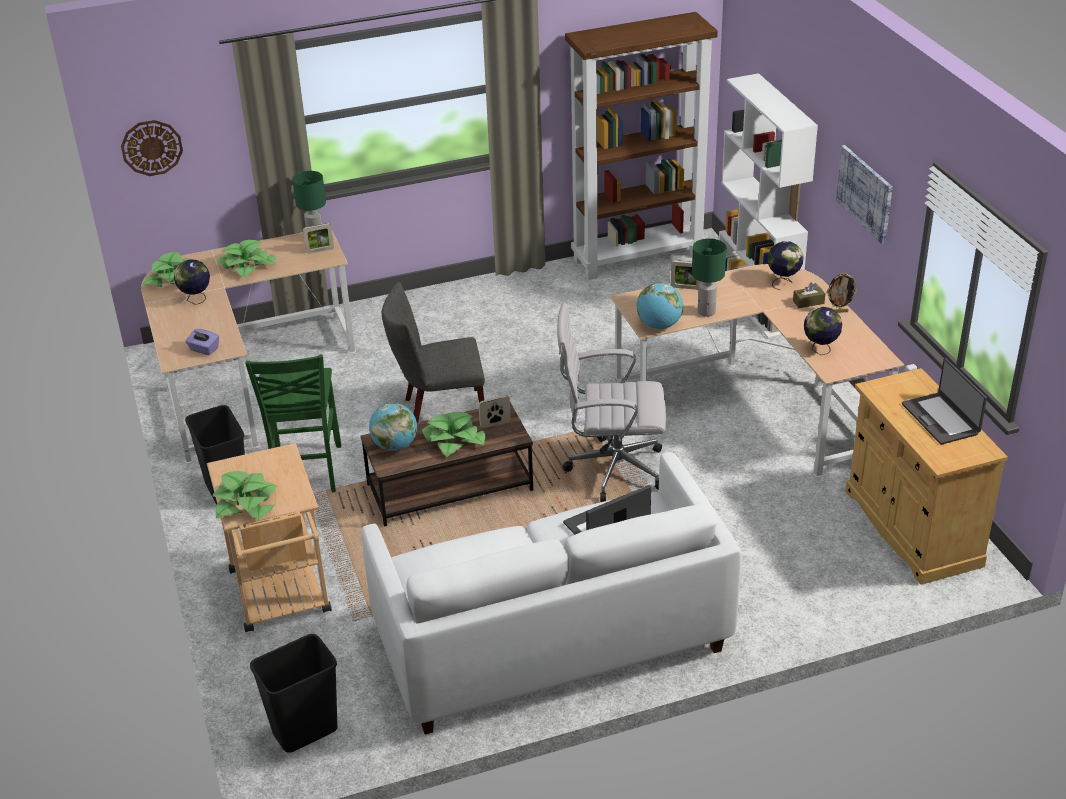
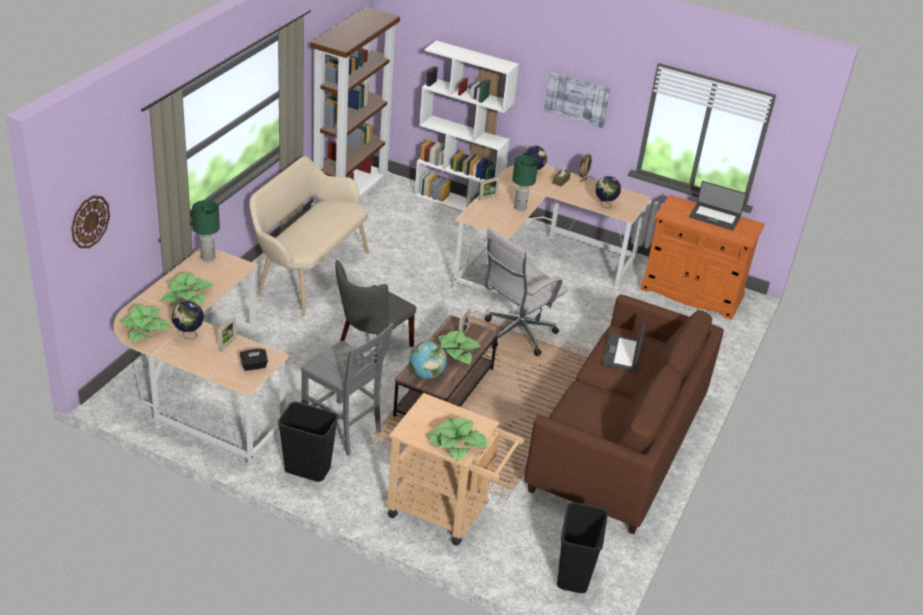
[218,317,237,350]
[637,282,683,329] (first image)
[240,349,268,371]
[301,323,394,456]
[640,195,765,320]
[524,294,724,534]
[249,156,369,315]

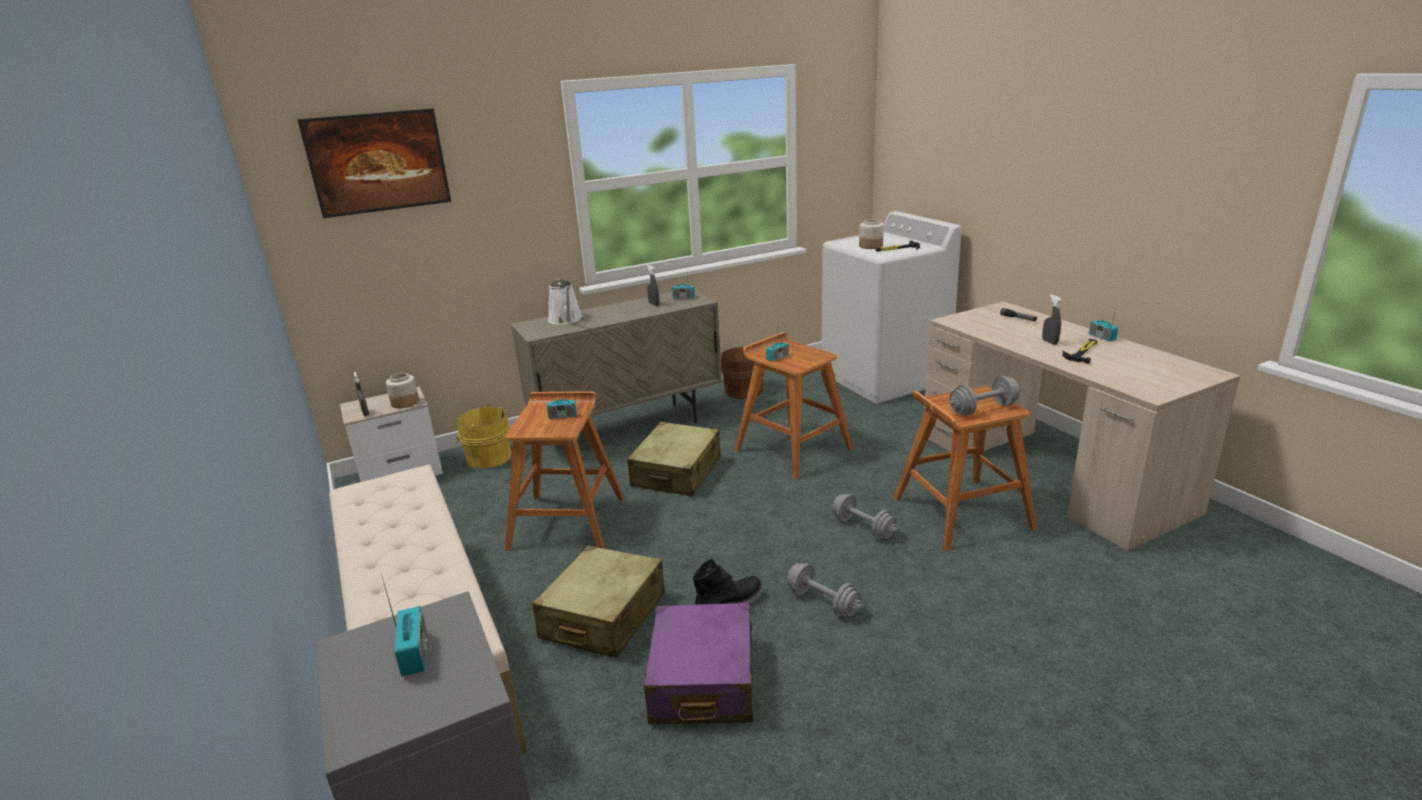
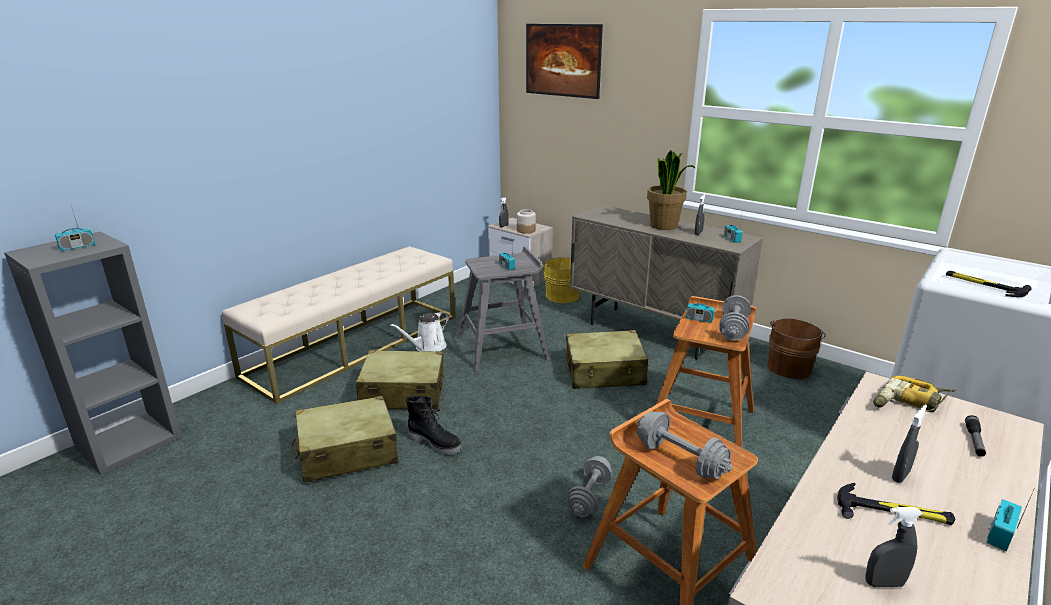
[859,219,884,249] (first image)
[390,312,449,352]
[458,246,549,372]
[719,295,751,340]
[291,396,398,483]
[647,151,695,230]
[873,376,956,412]
[865,507,923,587]

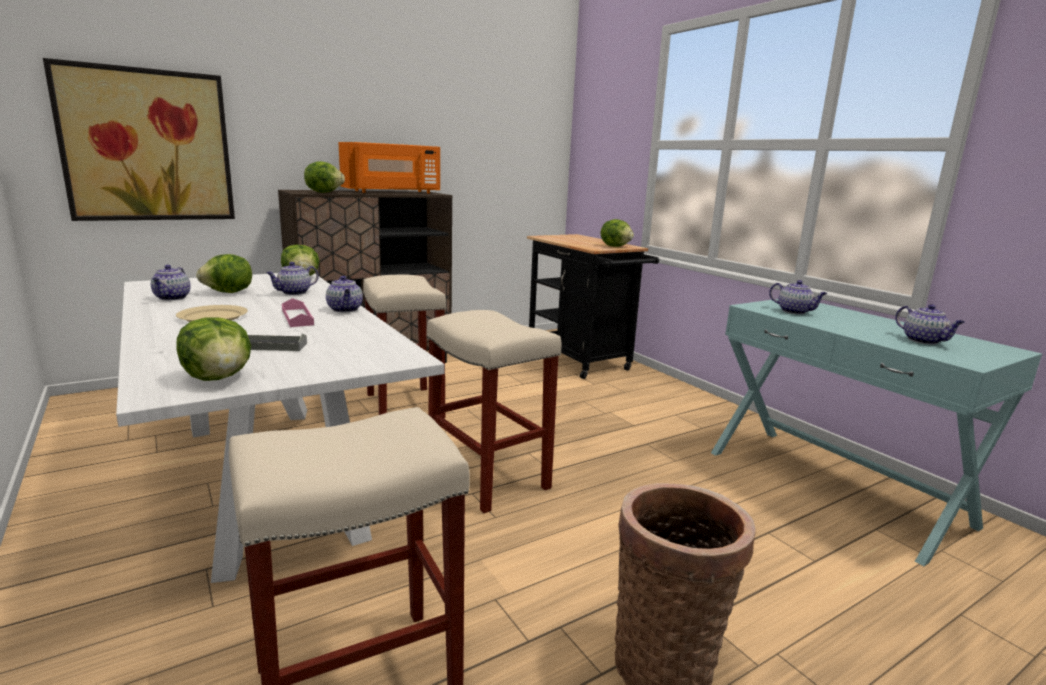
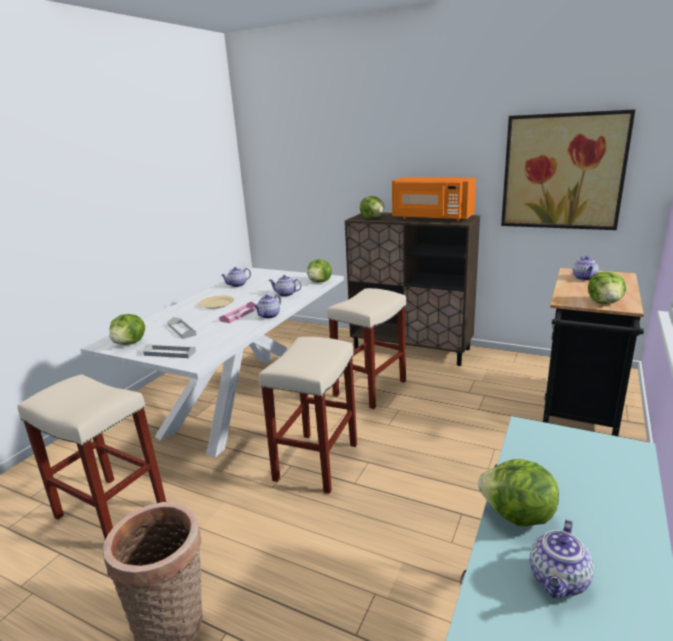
[501,109,635,230]
[478,459,559,526]
[573,256,599,280]
[143,344,196,358]

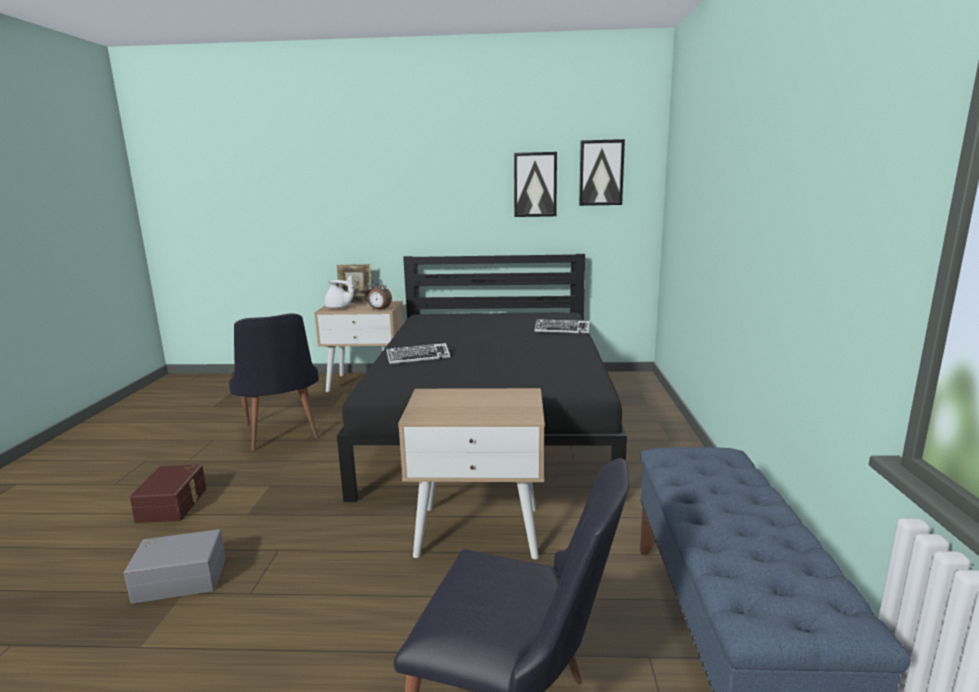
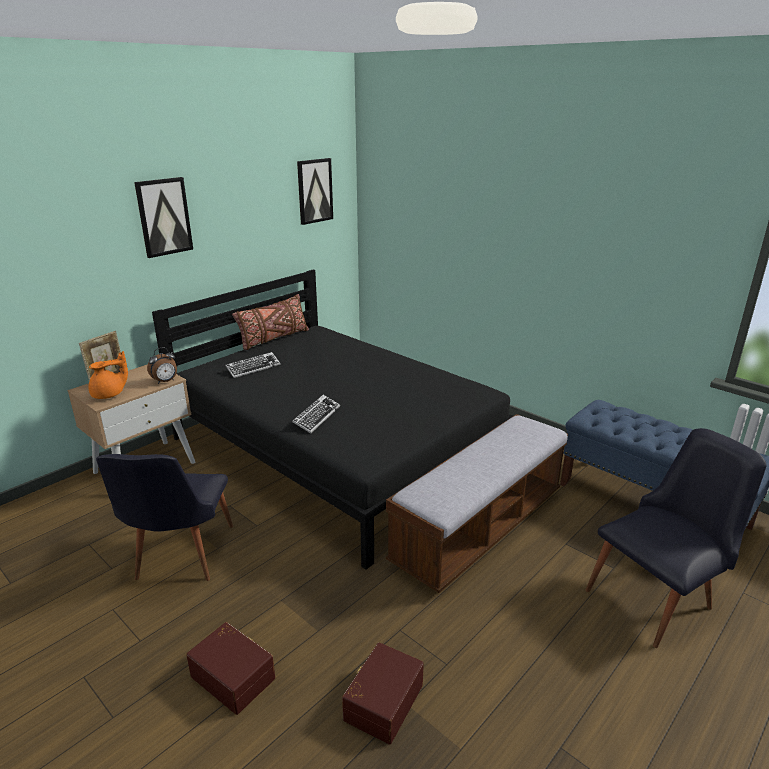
[134,177,193,258]
[89,351,128,399]
[96,454,233,581]
[225,352,281,378]
[386,414,568,593]
[342,642,424,745]
[232,294,309,350]

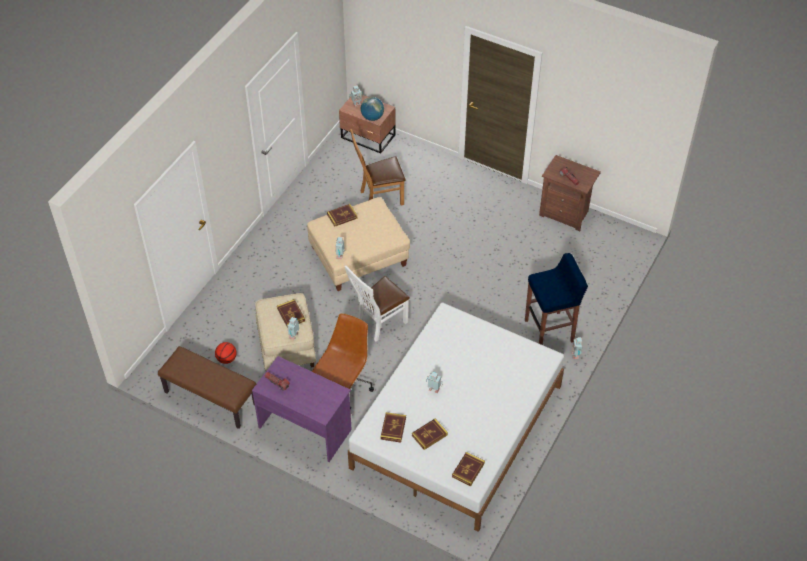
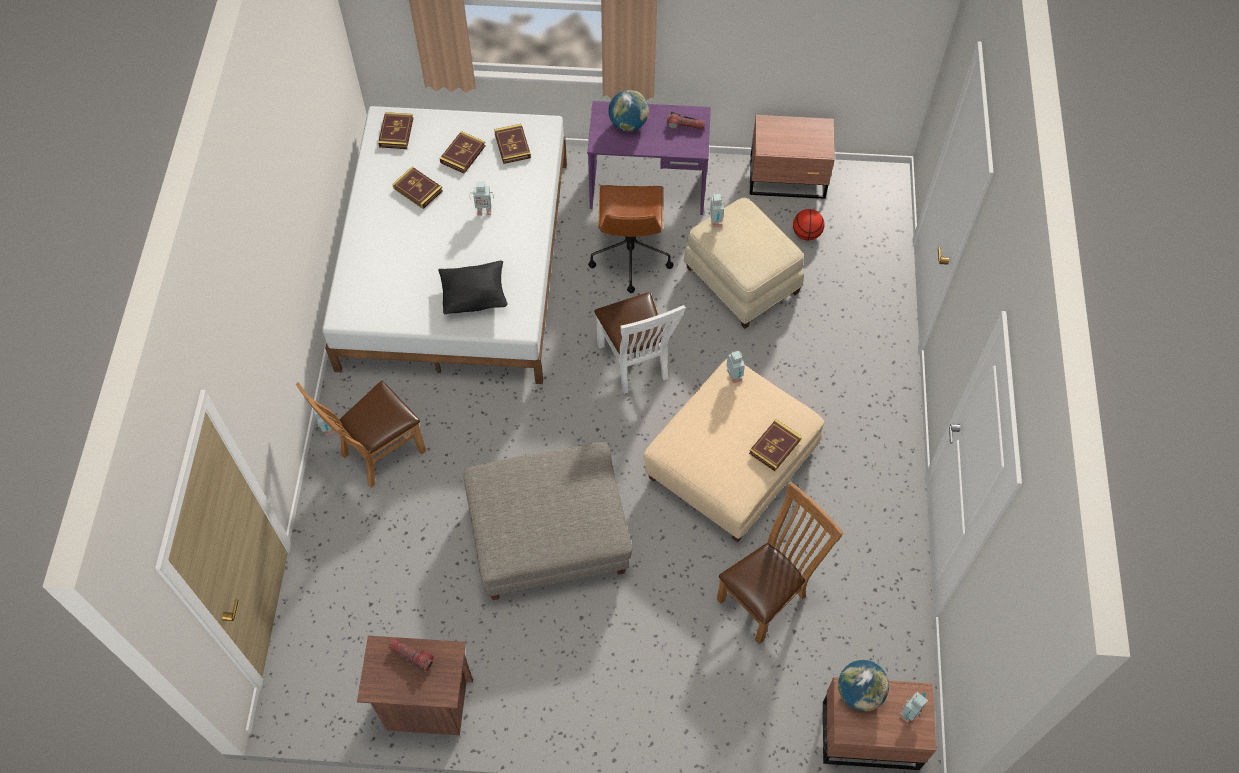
[296,381,426,488]
[594,292,685,394]
[392,167,443,209]
[750,115,835,199]
[608,90,649,131]
[438,260,508,314]
[464,442,632,600]

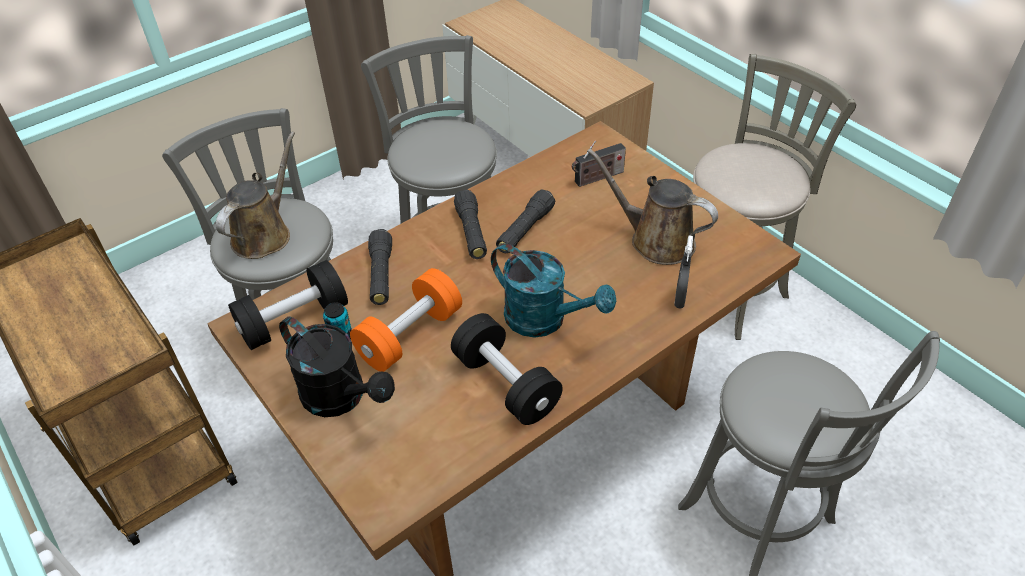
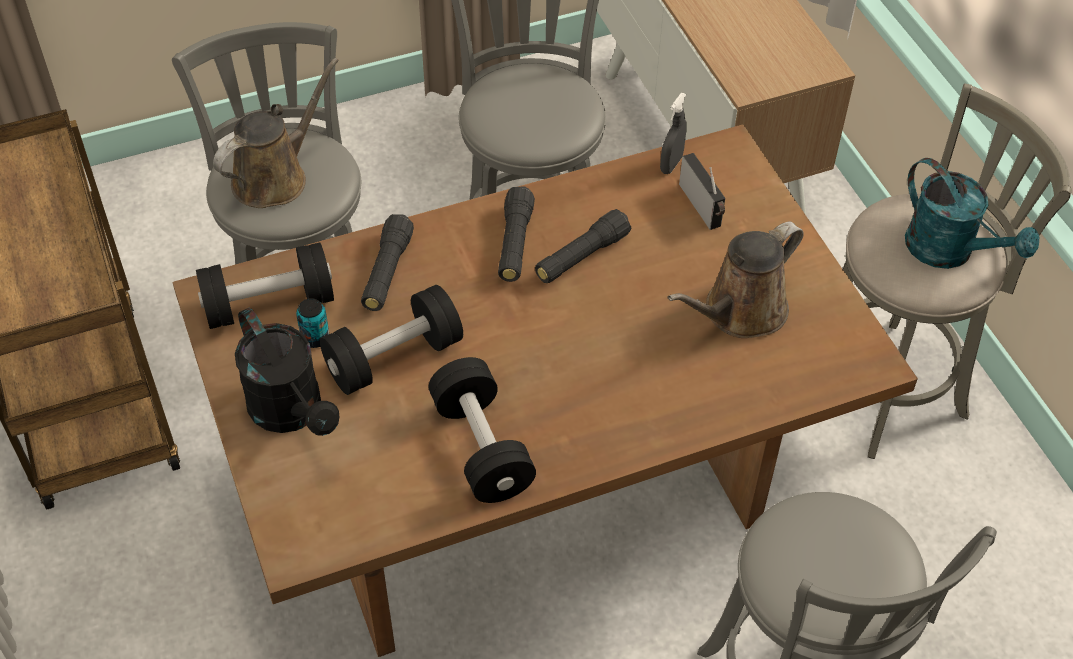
[679,153,725,230]
[668,221,804,338]
[660,93,686,174]
[905,158,1039,269]
[320,285,463,395]

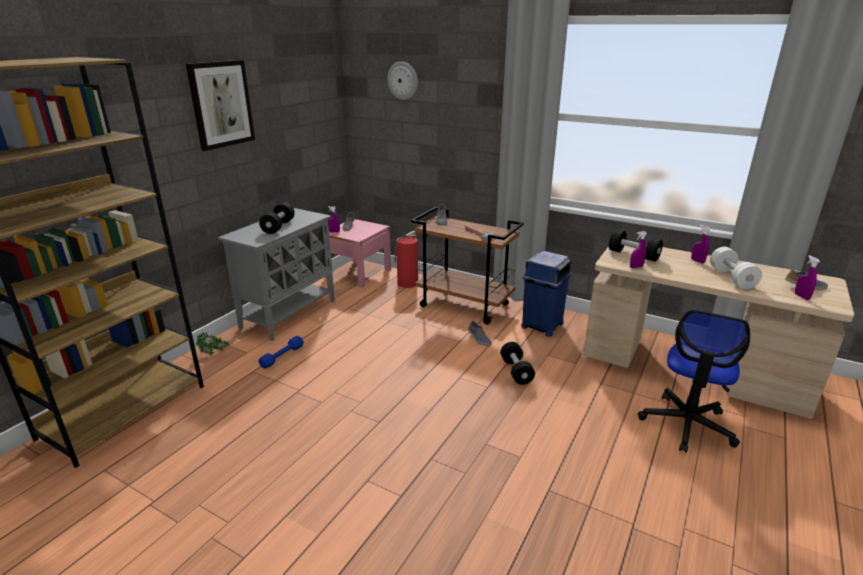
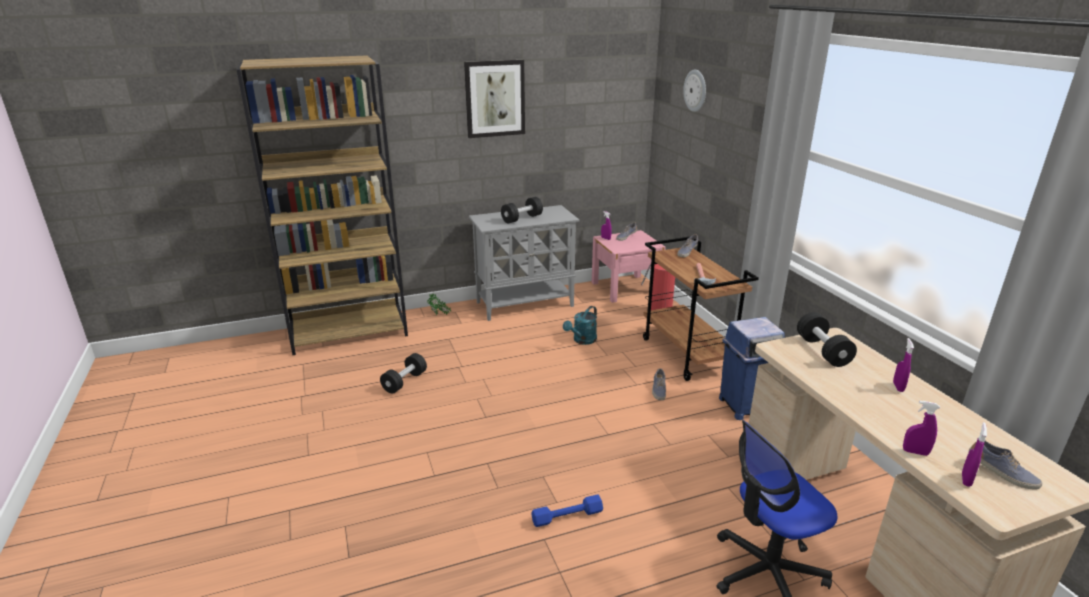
[903,401,940,456]
[710,247,762,289] (first image)
[531,494,603,527]
[380,353,427,394]
[563,306,597,345]

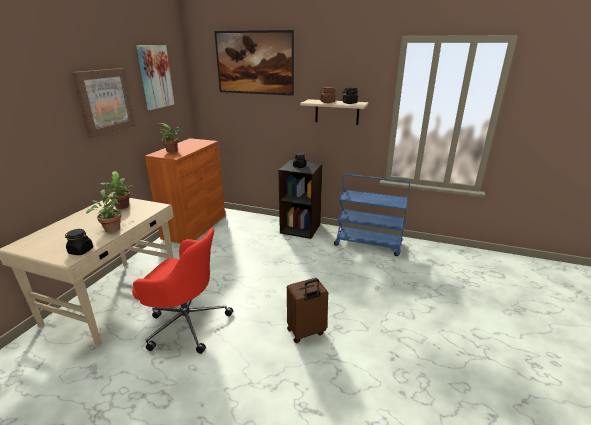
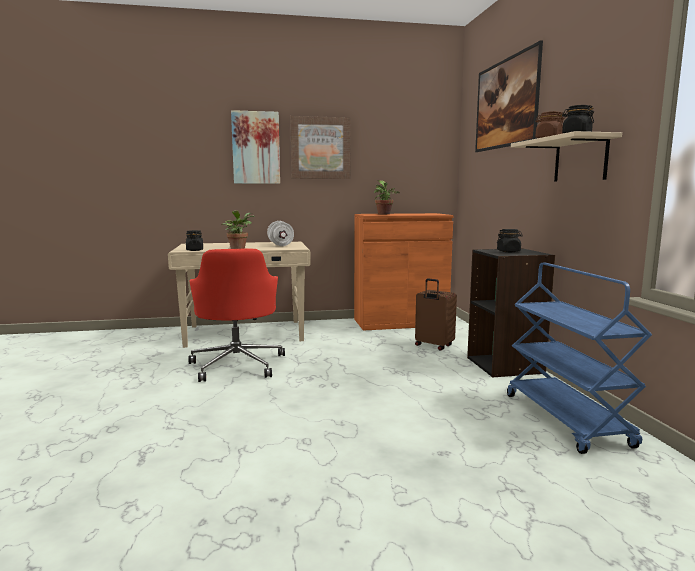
[231,110,280,184]
[267,221,294,246]
[415,278,457,350]

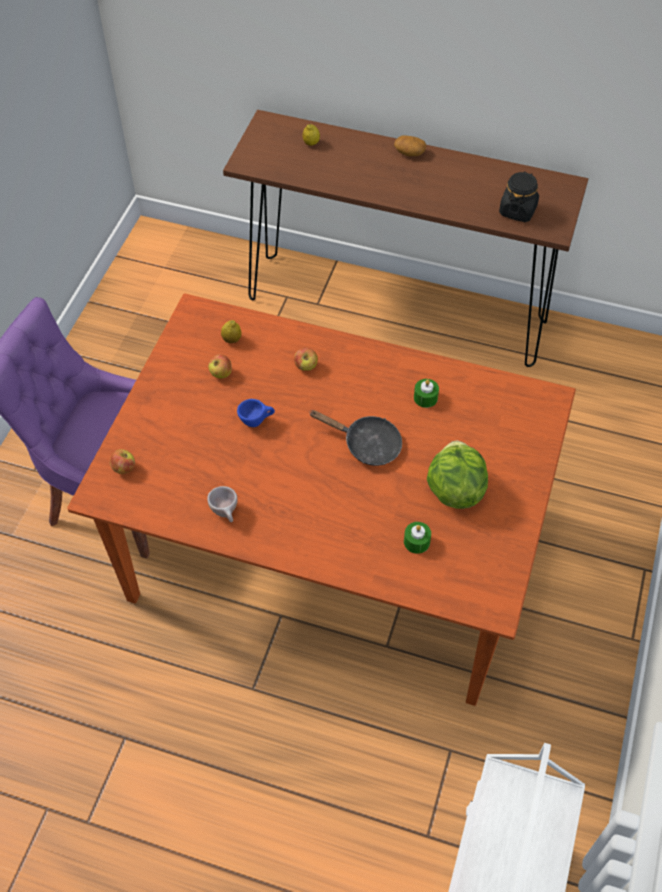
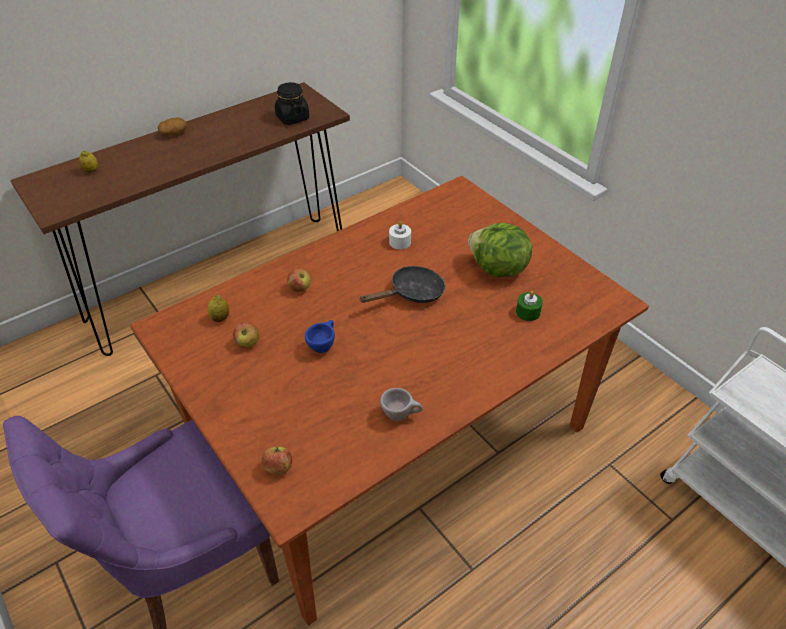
[389,221,411,249]

